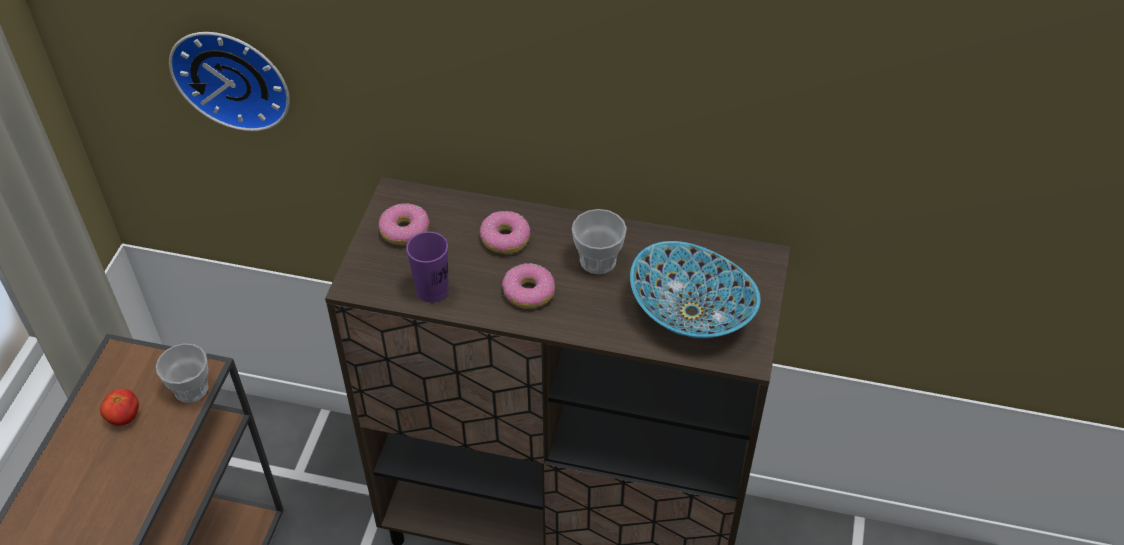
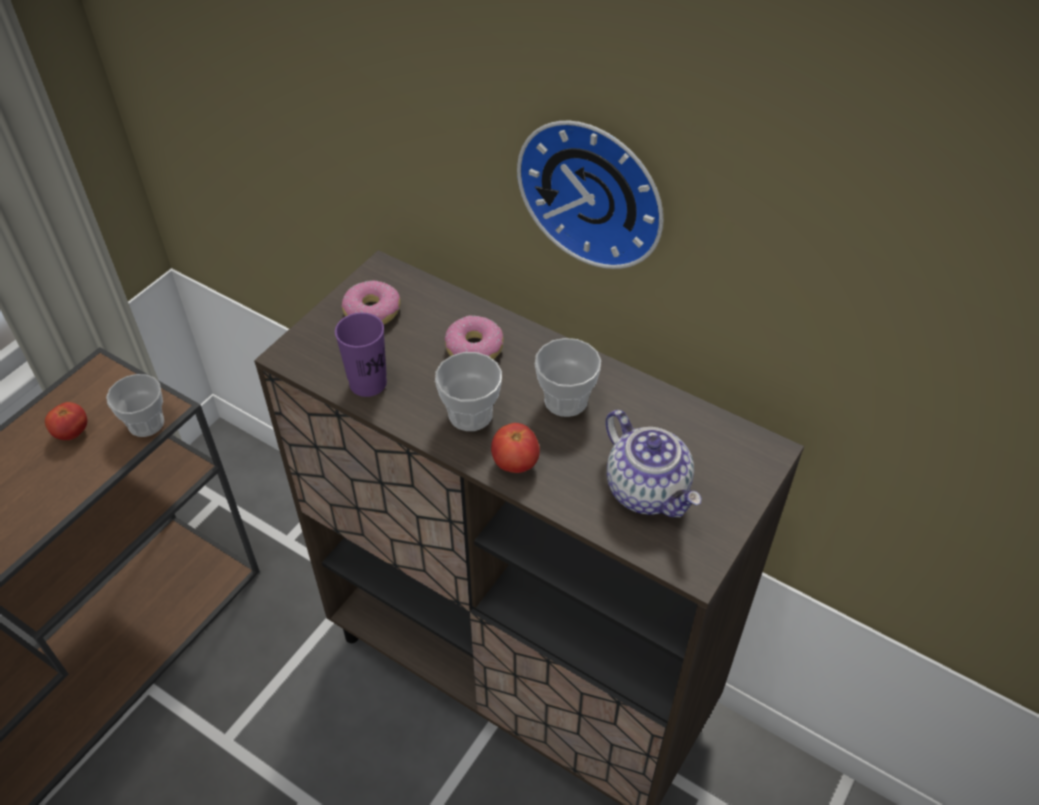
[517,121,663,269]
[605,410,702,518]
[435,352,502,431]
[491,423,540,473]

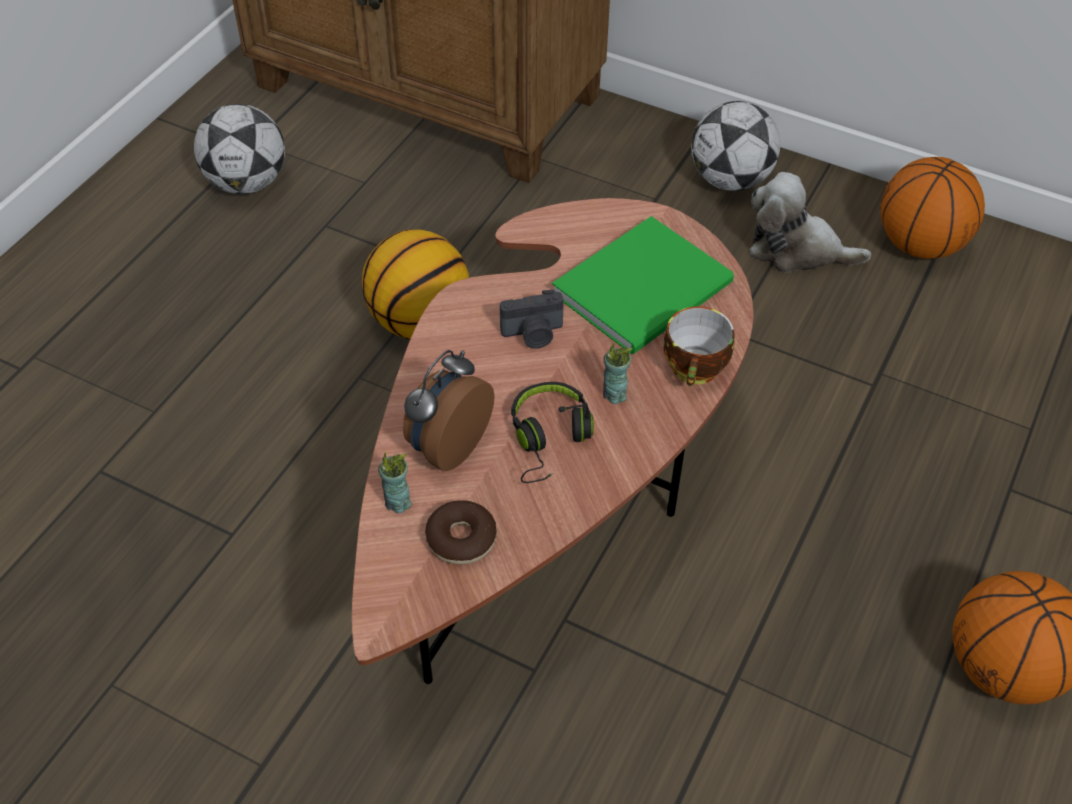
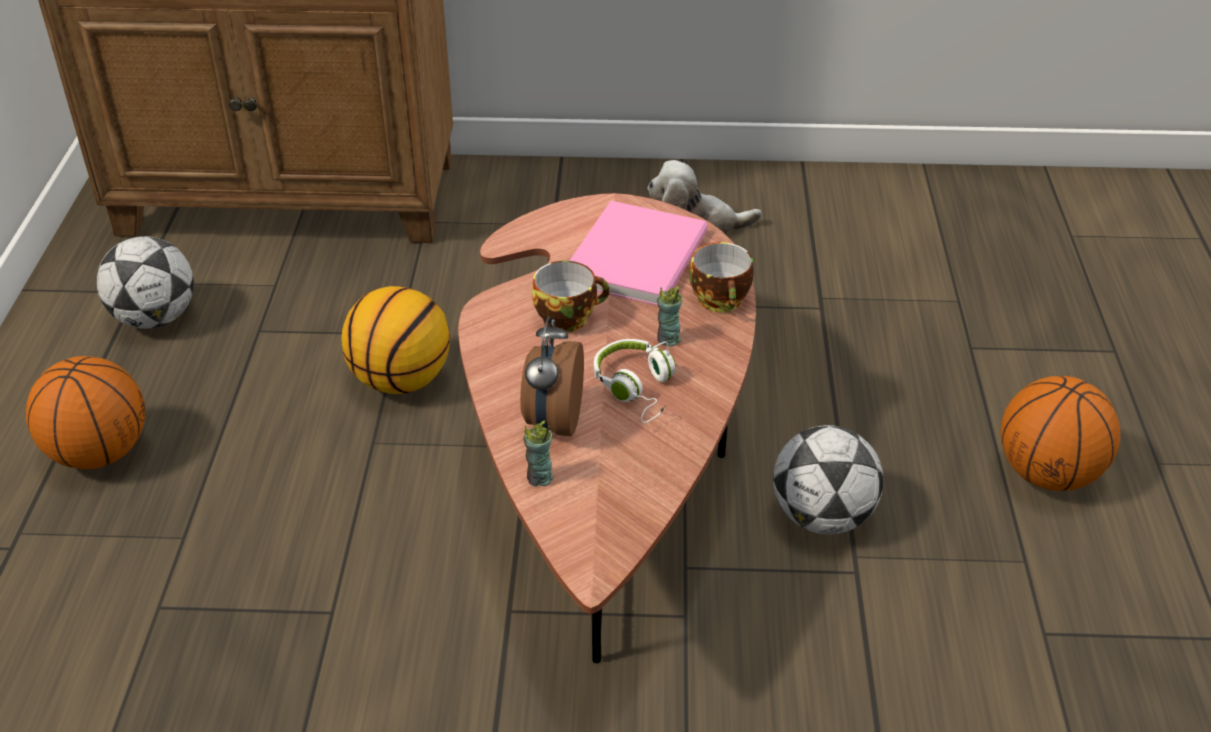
[773,425,884,535]
[26,356,145,469]
[570,201,708,306]
[532,261,610,332]
[594,339,676,423]
[425,500,497,565] (first image)

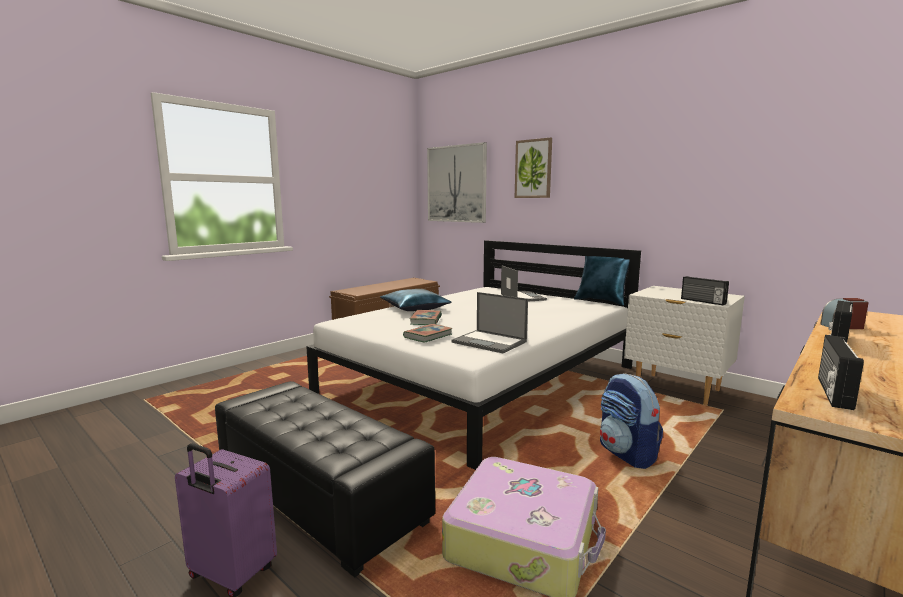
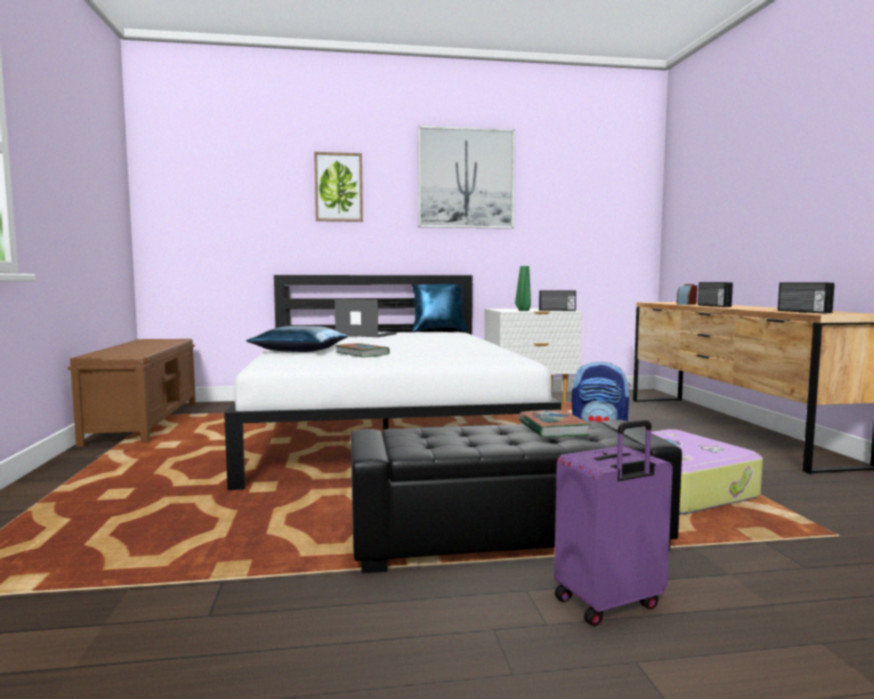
[418,125,515,229]
[452,292,528,354] (first image)
[519,410,591,438]
[515,266,531,311]

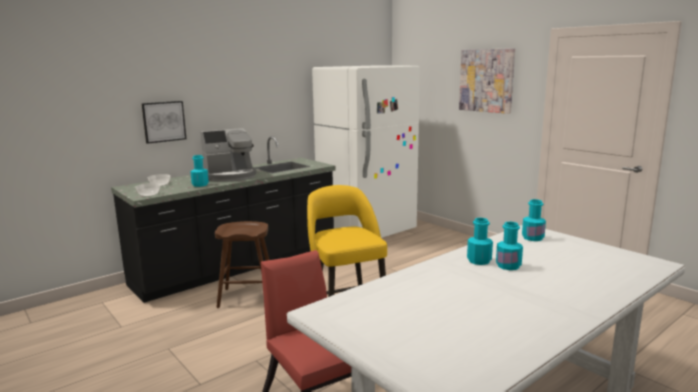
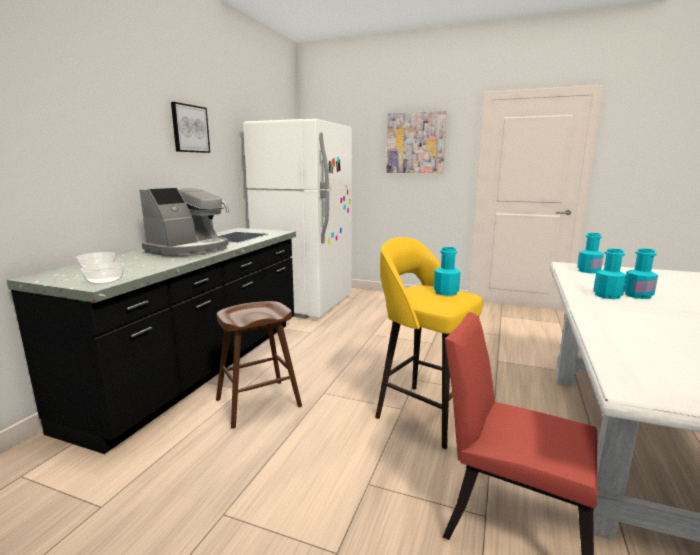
[171,102,210,153]
[434,247,460,296]

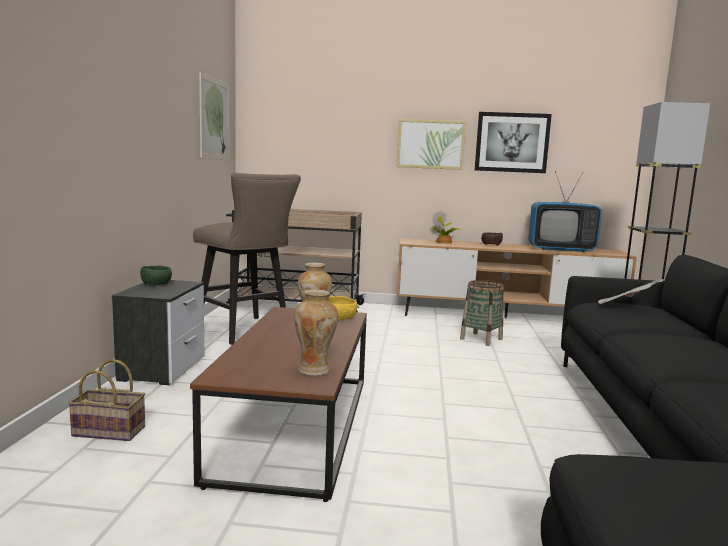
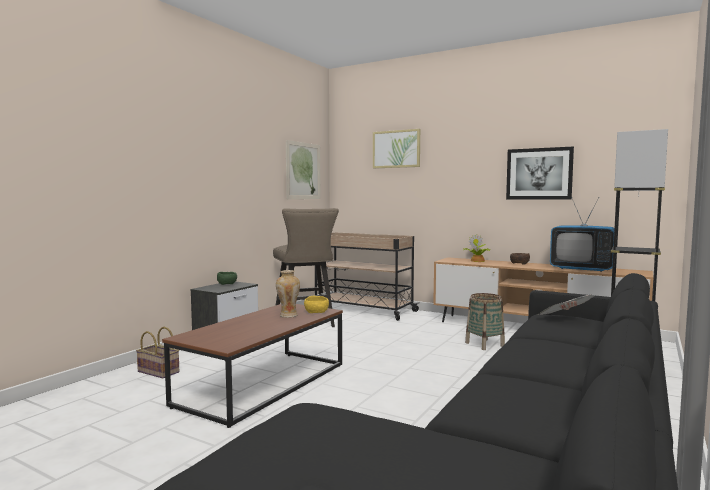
[373,129,420,168]
[294,289,338,376] (first image)

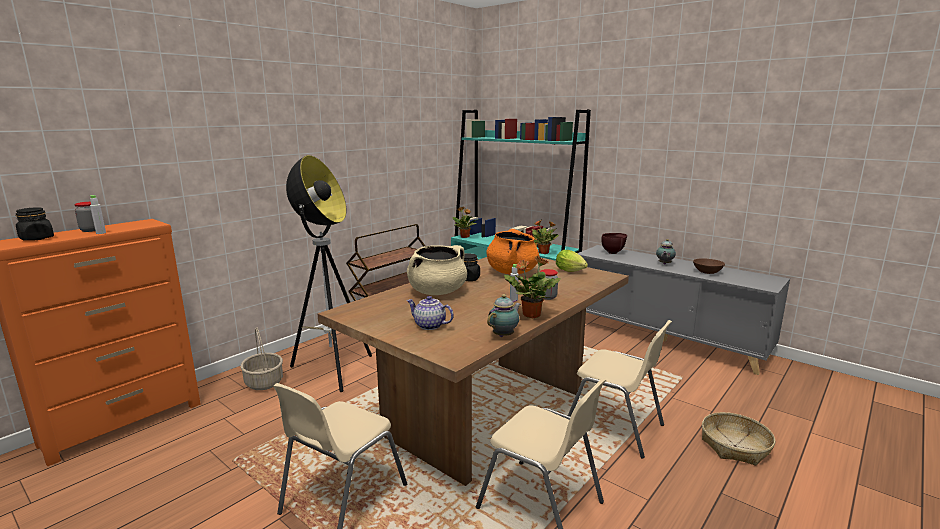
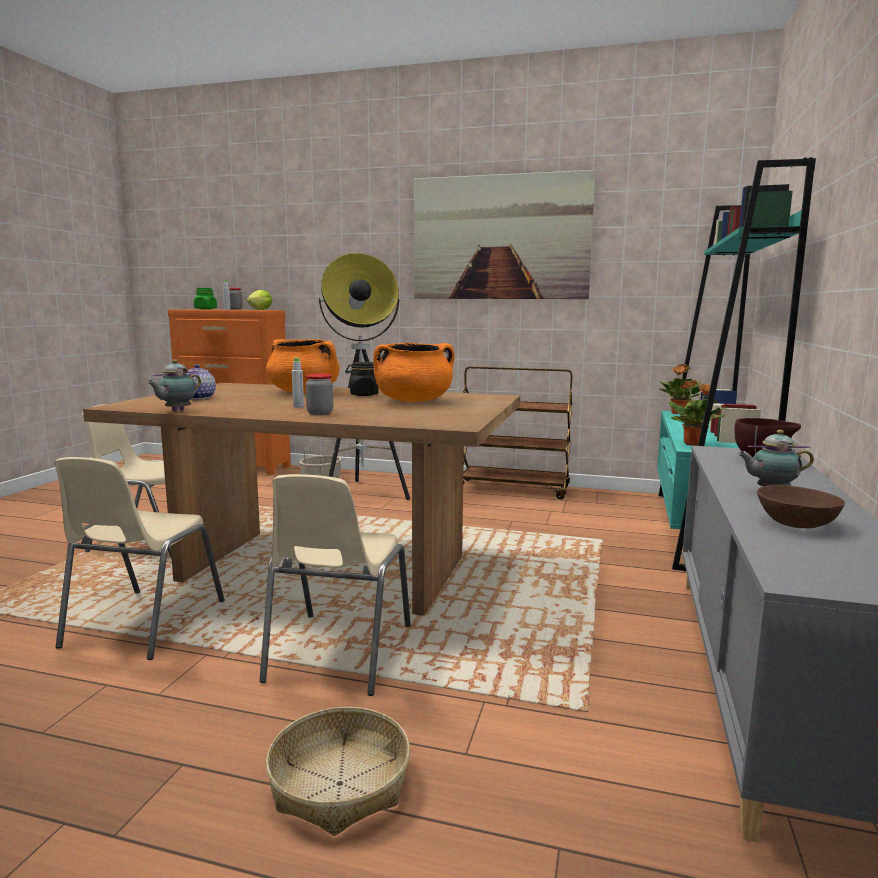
[194,288,217,309]
[266,339,340,393]
[247,290,273,310]
[504,255,561,318] (first image)
[147,359,201,411]
[414,170,595,299]

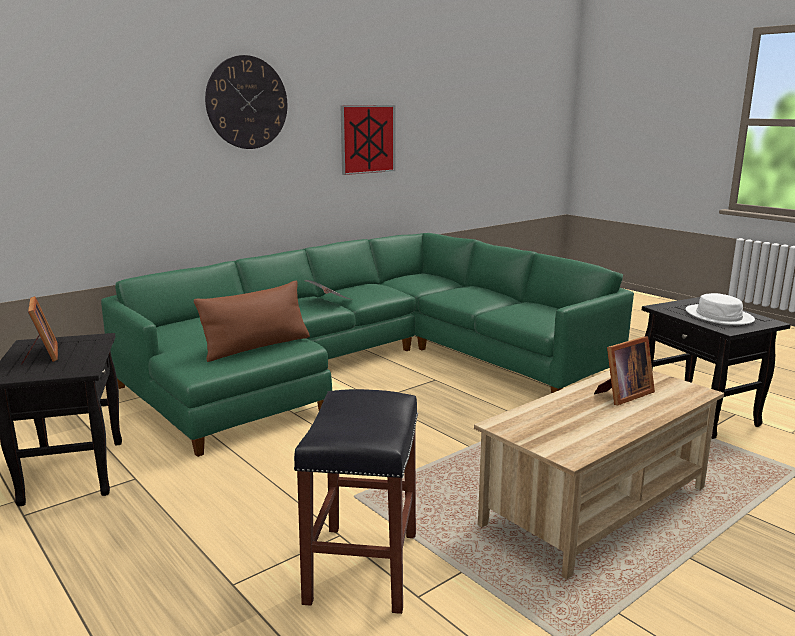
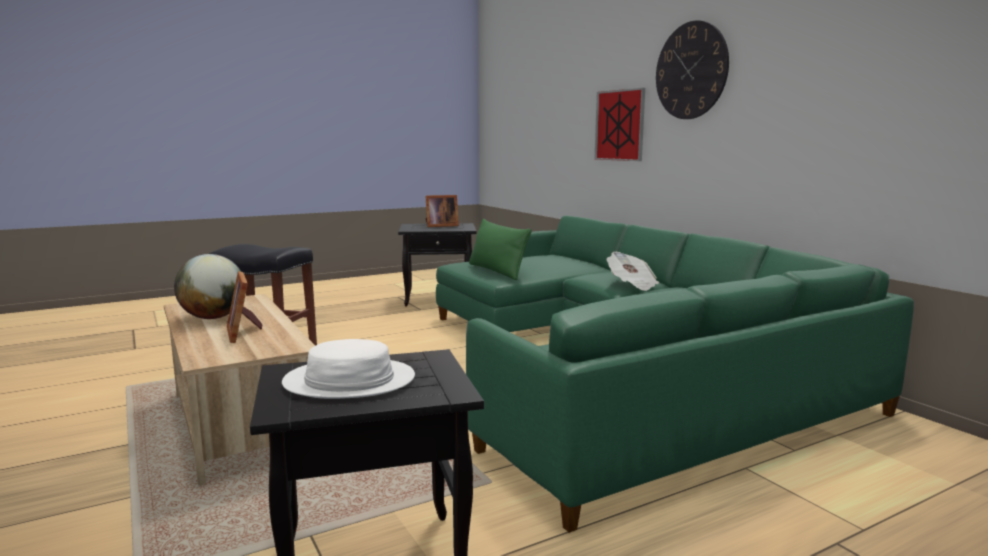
[595,88,645,161]
[469,219,532,280]
[174,254,241,319]

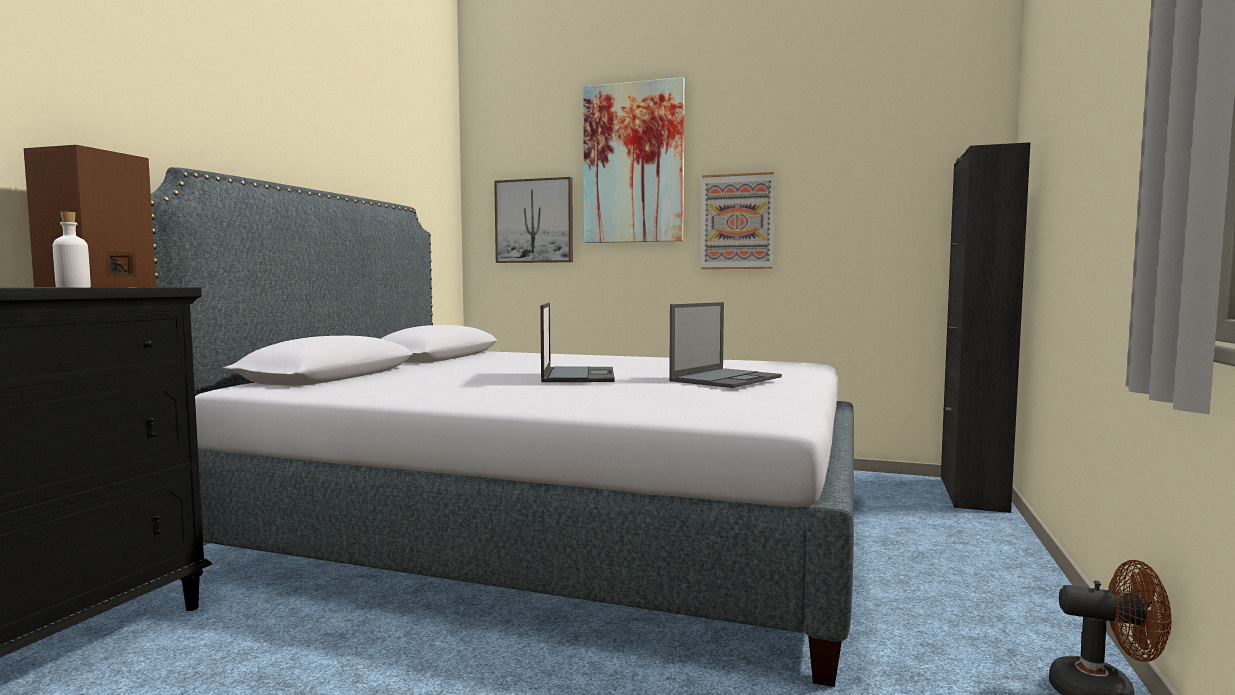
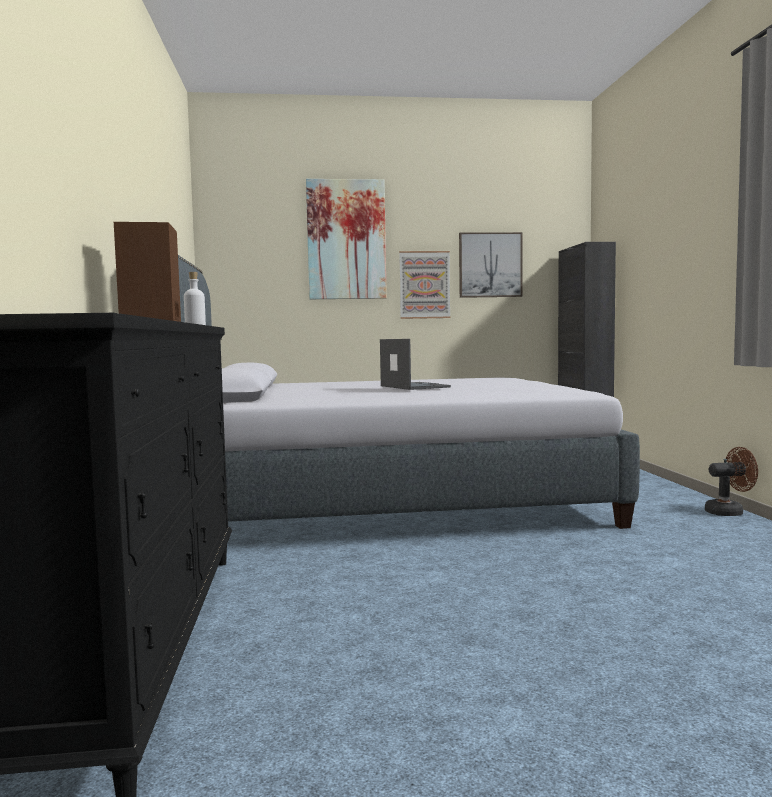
[459,232,522,298]
[669,302,782,388] (first image)

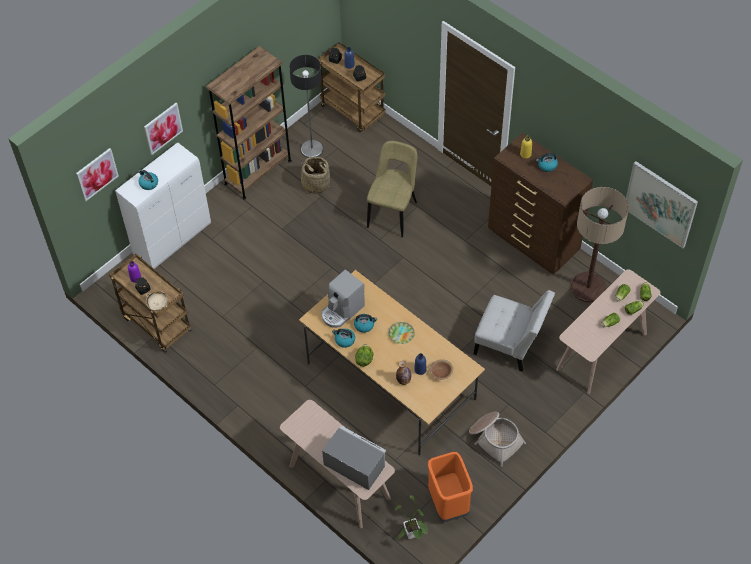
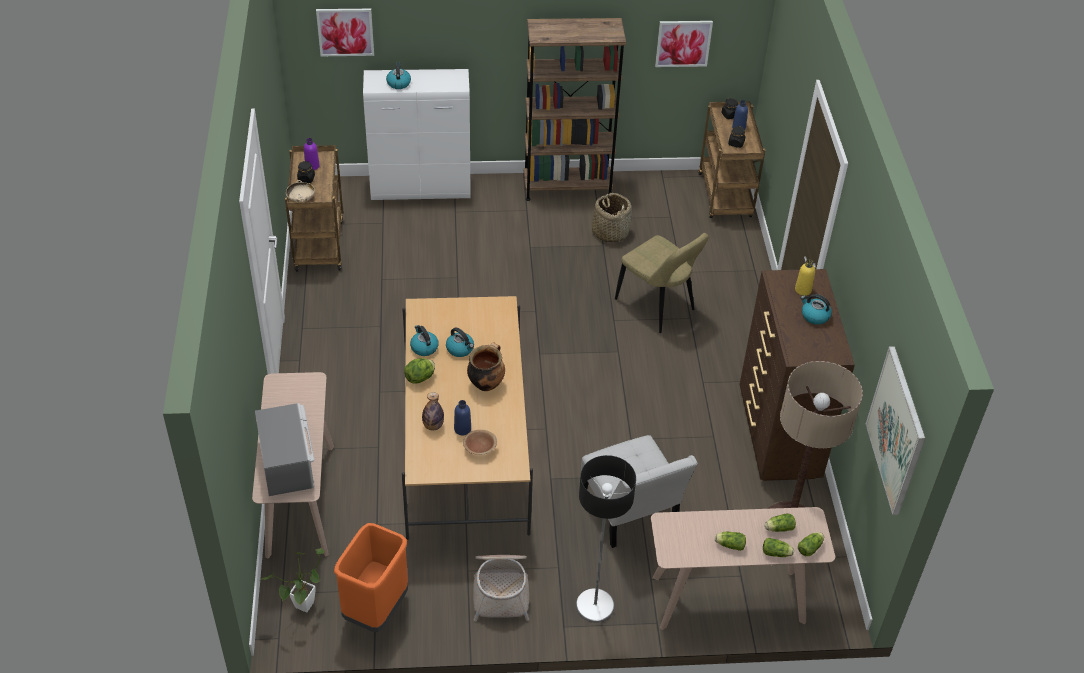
[576,455,636,623]
[655,21,713,67]
[615,233,709,333]
[321,270,365,328] (first image)
[467,342,505,391]

